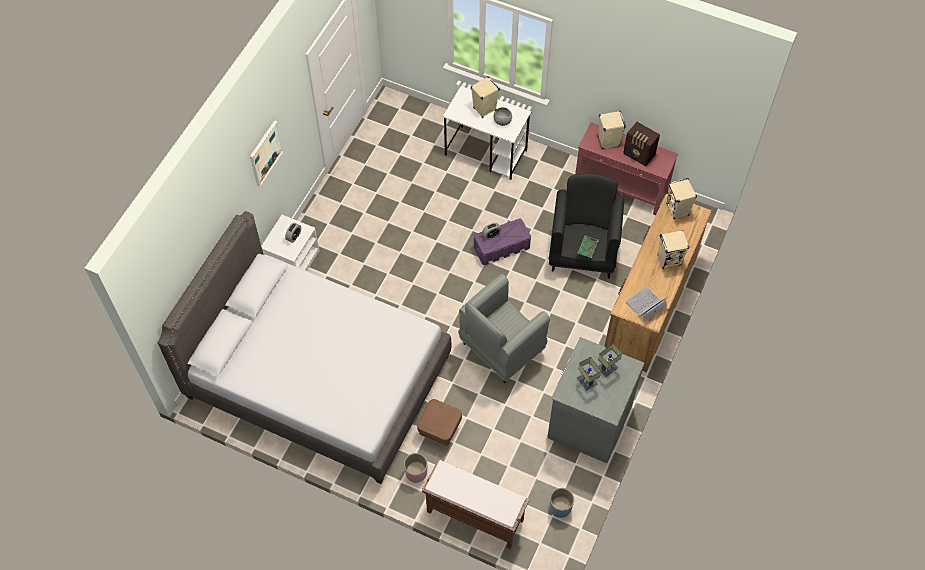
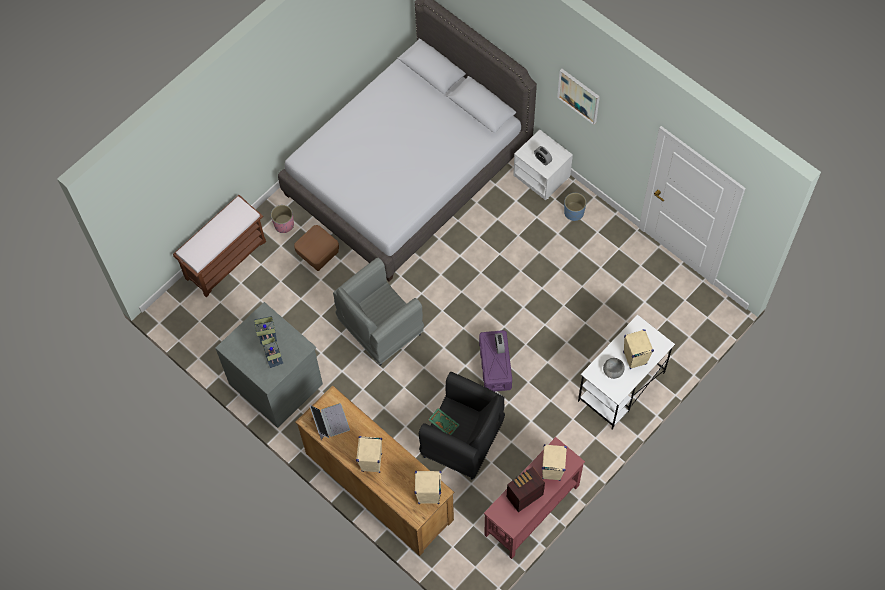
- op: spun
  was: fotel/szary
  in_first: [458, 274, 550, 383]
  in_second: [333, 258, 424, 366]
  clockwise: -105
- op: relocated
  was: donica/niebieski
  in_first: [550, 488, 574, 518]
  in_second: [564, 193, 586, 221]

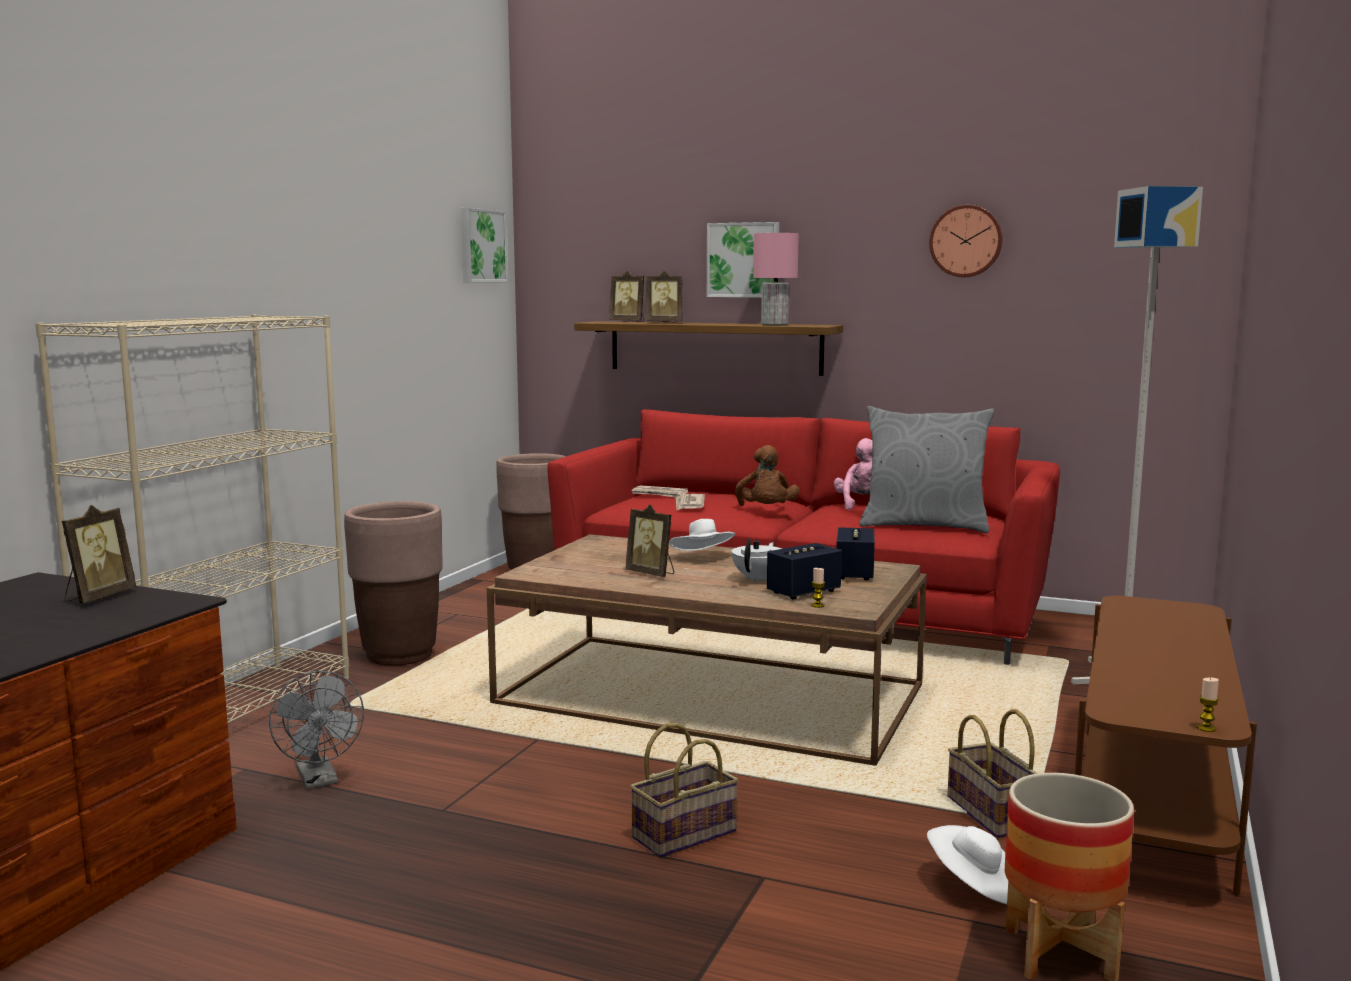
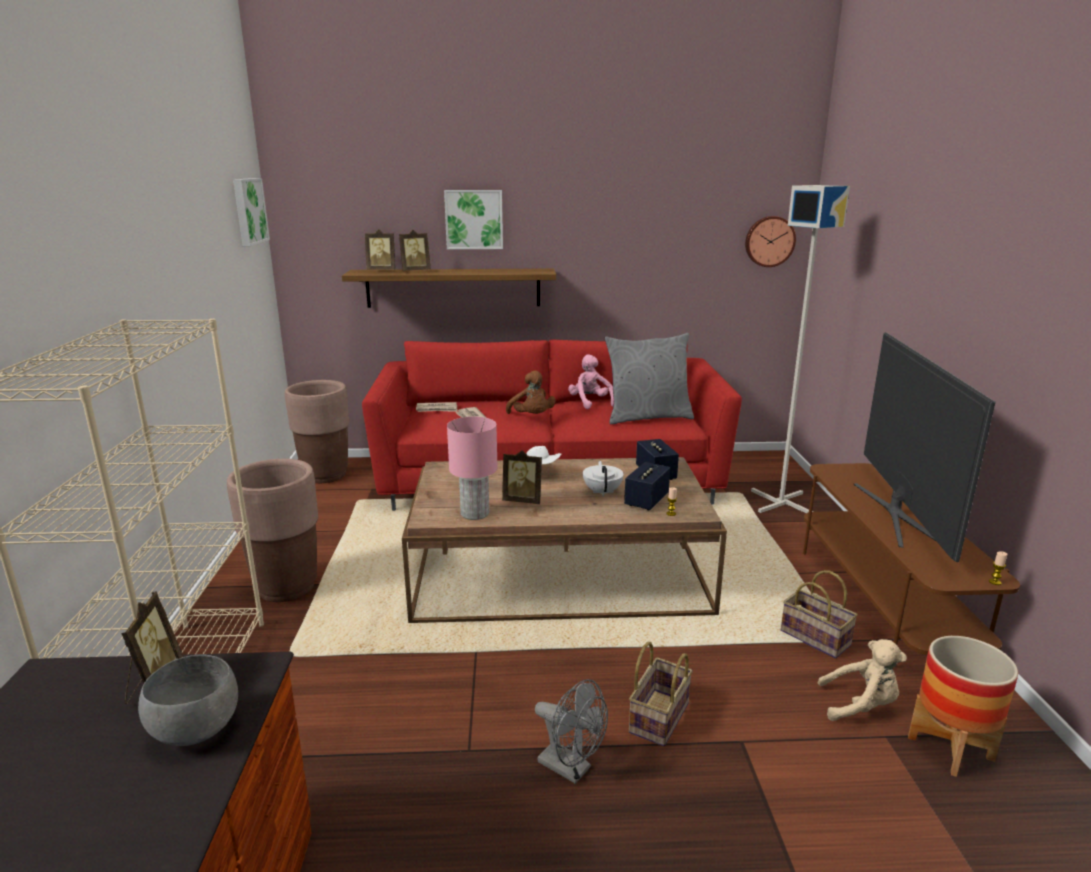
- op: appeared
  now: miska/szary
  in_second: [138, 654, 238, 746]
- op: relocated
  was: lampa stołowa/różowy
  in_first: [753, 233, 799, 325]
  in_second: [447, 417, 498, 520]
- op: relocated
  was: wentylator/szary
  in_first: [269, 671, 364, 789]
  in_second: [535, 679, 608, 784]
- op: relocated
  was: zegar ścienny
  in_first: [929, 205, 1003, 277]
  in_second: [745, 216, 796, 267]
- op: exchanged
  was: kapelusz/biały
  now: pluszak/beżowy
  in_first: [927, 825, 1008, 904]
  in_second: [817, 639, 907, 721]
- op: appeared
  now: telewizor
  in_second: [854, 332, 996, 562]

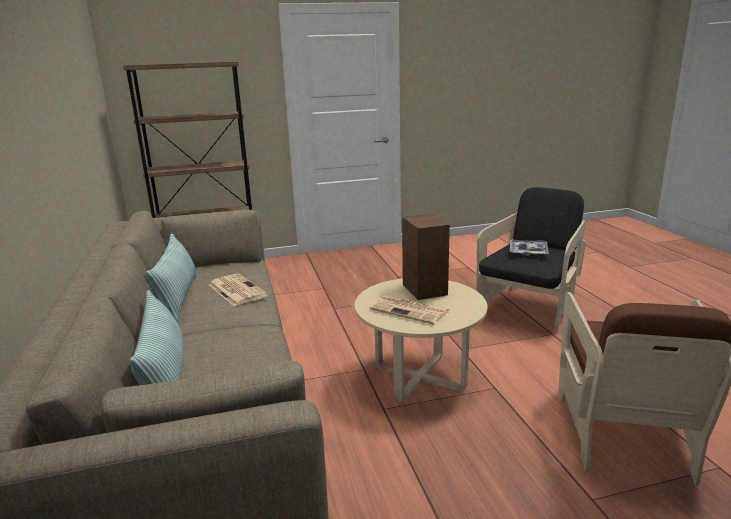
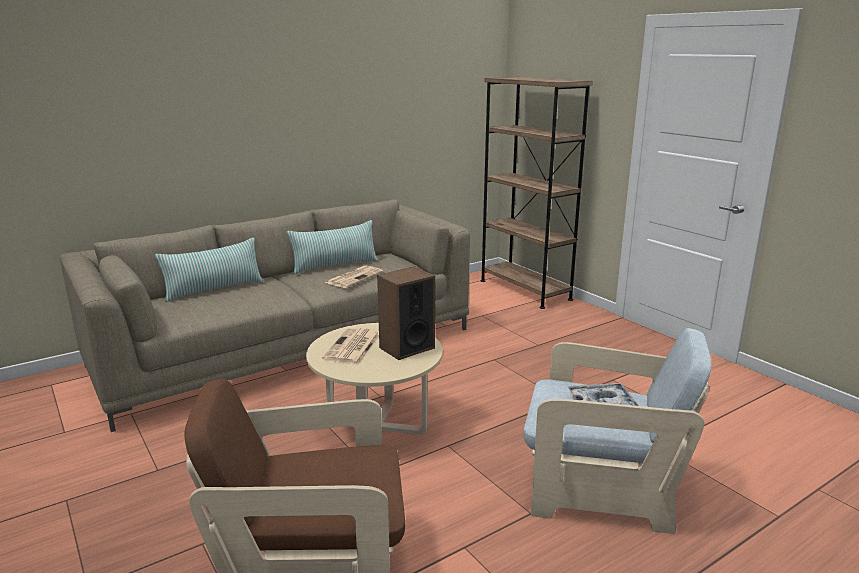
- op: colour
  was: fotel/czarny
  now: fotel/beżowy
  in_first: [476, 187, 586, 334]
  in_second: [524, 328, 712, 534]

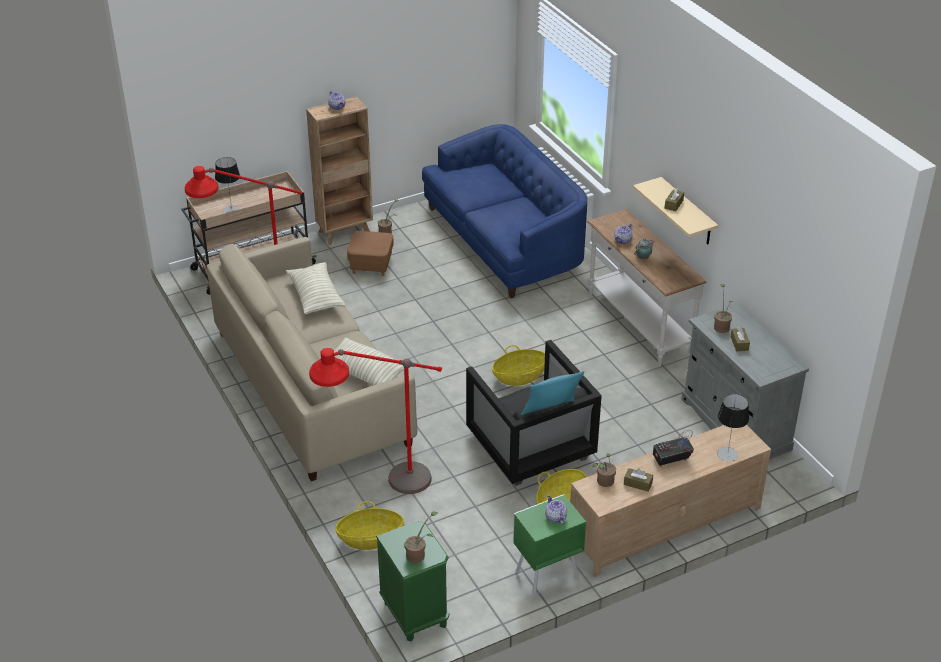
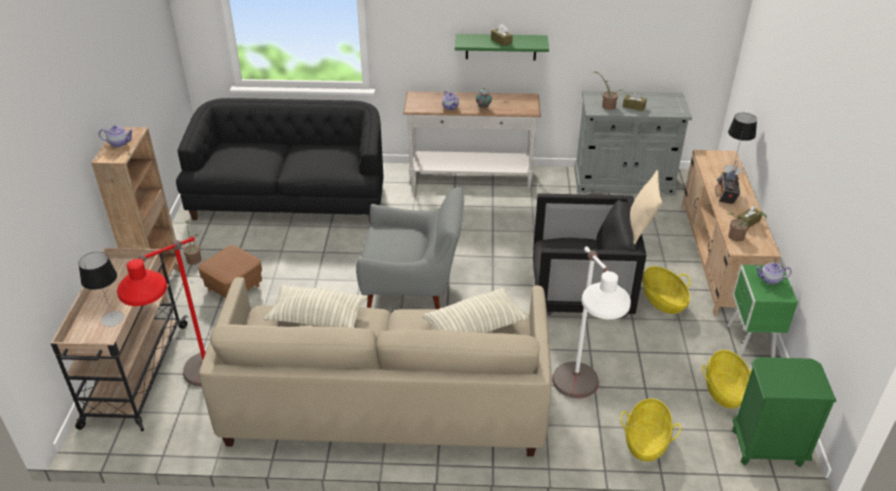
- op: colour
  was: kanapa/niebieski
  now: kanapa/czarny
  in_first: [422, 124, 587, 298]
  in_second: [176, 98, 383, 221]
- op: appeared
  now: fotel/szary
  in_second: [356, 187, 464, 309]
- op: colour
  was: półka/beżowy
  now: półka/zielony
  in_first: [633, 177, 718, 244]
  in_second: [455, 34, 549, 60]
- op: colour
  was: lampa stojąca/czerwony
  now: lampa stojąca/biały
  in_first: [309, 348, 442, 494]
  in_second: [552, 246, 631, 398]
- op: colour
  was: poduszka/turkusowy
  now: poduszka/beżowy
  in_first: [521, 371, 584, 415]
  in_second: [630, 170, 662, 244]
- op: relocated
  was: koszyk
  in_first: [492, 345, 545, 386]
  in_second: [702, 350, 752, 408]
- op: missing
  was: roślina doniczkowa
  in_first: [404, 512, 438, 563]

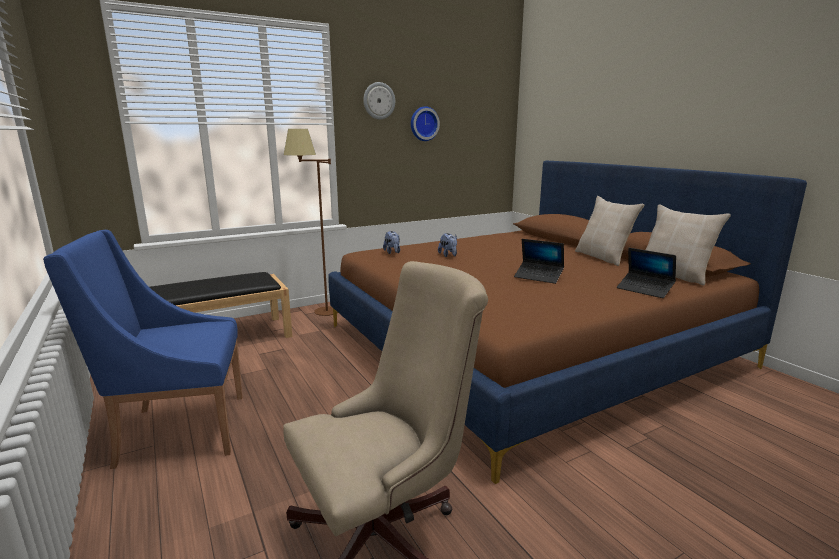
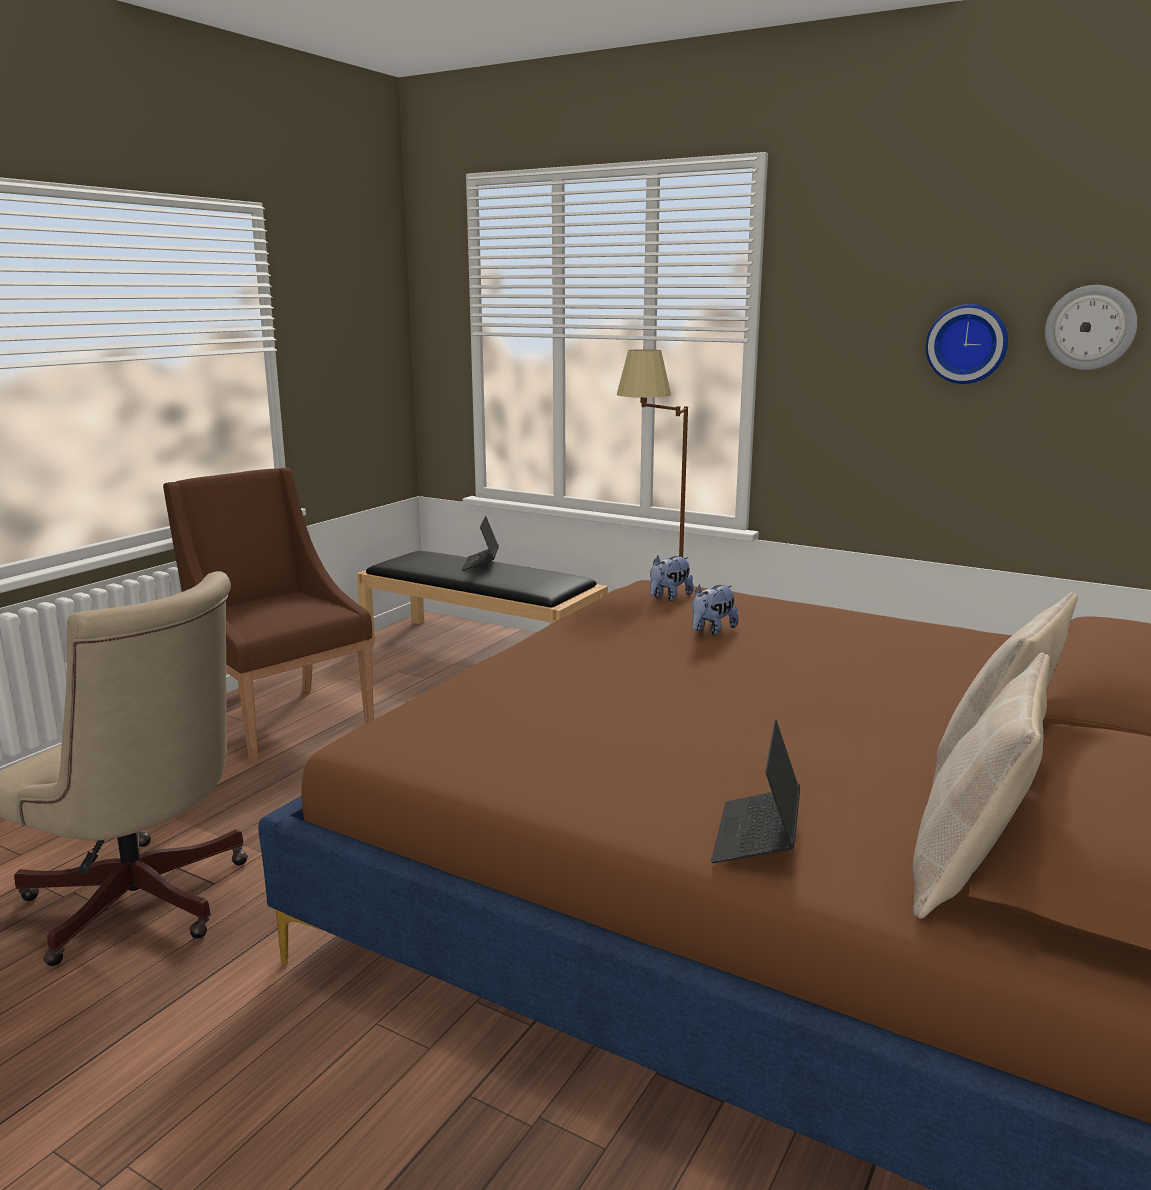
- op: colour
  was: fotel/niebieski
  now: fotel/brązowy
  in_first: [43, 230, 243, 469]
  in_second: [163, 468, 374, 764]
- op: relocated
  was: laptop
  in_first: [514, 239, 564, 284]
  in_second: [462, 516, 499, 571]
- op: relocated
  was: zegar ścienny
  in_first: [363, 82, 395, 119]
  in_second: [1045, 285, 1137, 370]

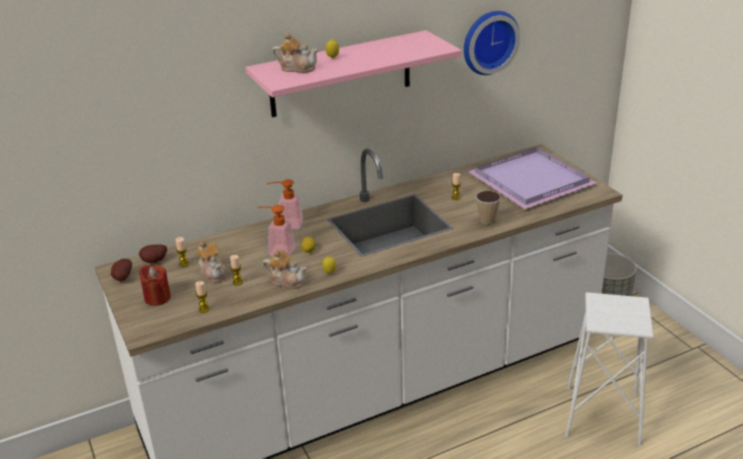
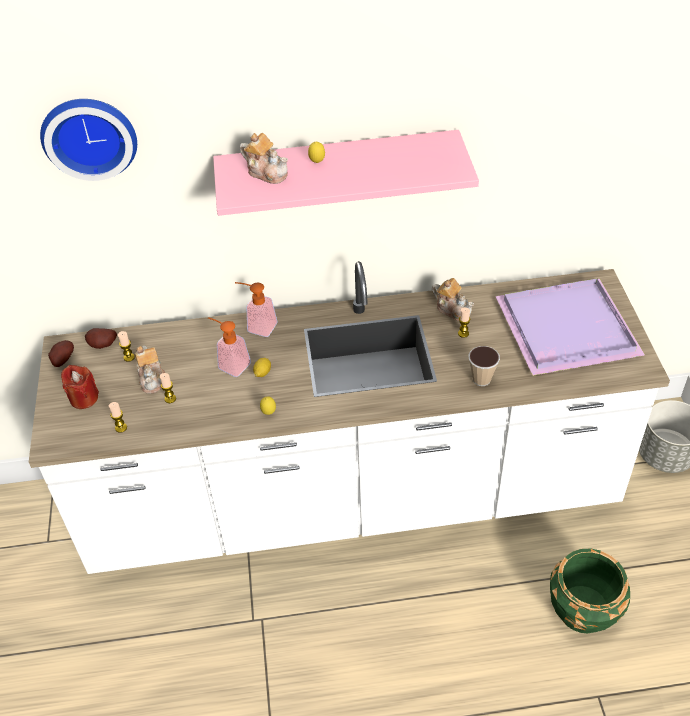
- op: relocated
  was: zegar ścienny
  in_first: [464, 11, 520, 75]
  in_second: [40, 99, 137, 181]
- op: relocated
  was: imbryk
  in_first: [263, 249, 307, 289]
  in_second: [432, 278, 474, 321]
- op: exchanged
  was: stołek/biały
  now: donica/zielony
  in_first: [565, 292, 654, 446]
  in_second: [550, 548, 630, 633]

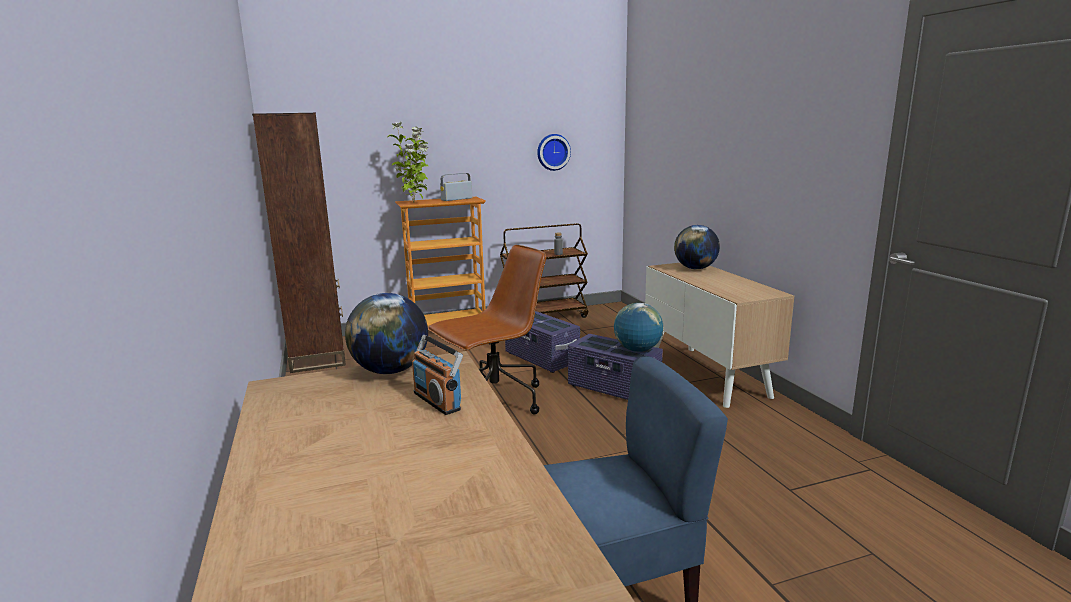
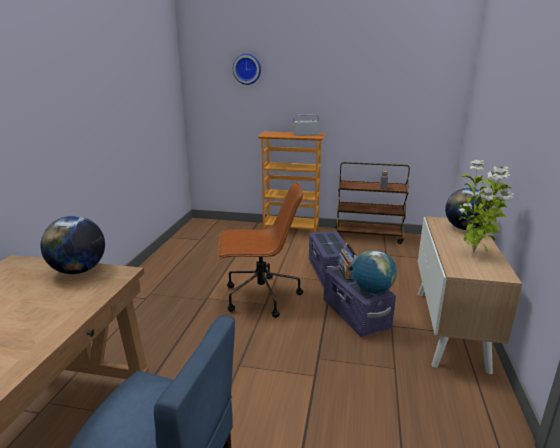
- op: relocated
  was: zegar ścienny
  in_first: [537, 134, 571, 171]
  in_second: [233, 54, 261, 85]
- op: relocated
  was: radio
  in_first: [412, 335, 463, 415]
  in_second: [338, 243, 357, 280]
- op: relocated
  was: roślina doniczkowa
  in_first: [387, 122, 429, 203]
  in_second: [457, 160, 514, 253]
- op: missing
  was: regał/brązowy
  in_first: [252, 113, 346, 373]

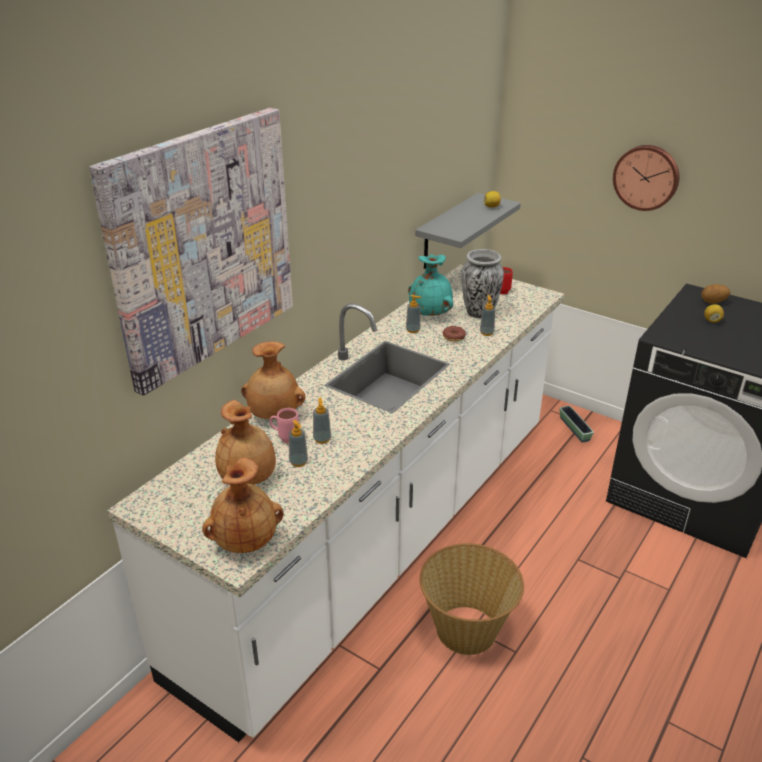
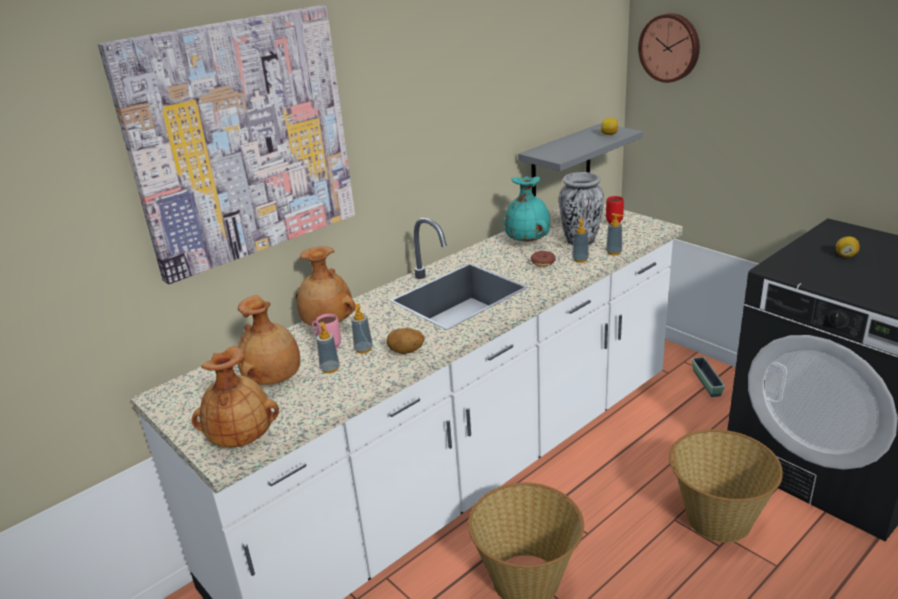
- op: relocated
  was: ziemniak
  in_first: [701, 284, 730, 304]
  in_second: [386, 328, 425, 354]
- op: relocated
  was: dozownik mydła
  in_first: [406, 295, 421, 333]
  in_second: [606, 213, 624, 255]
- op: relocated
  was: zegar ścienny
  in_first: [613, 145, 679, 211]
  in_second: [638, 13, 700, 83]
- op: appeared
  now: koszyk
  in_second: [669, 429, 783, 542]

